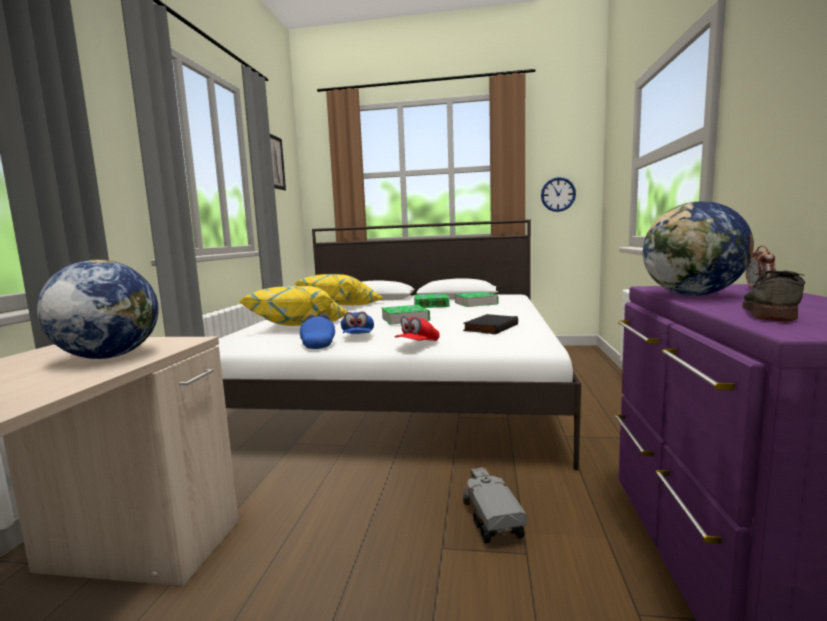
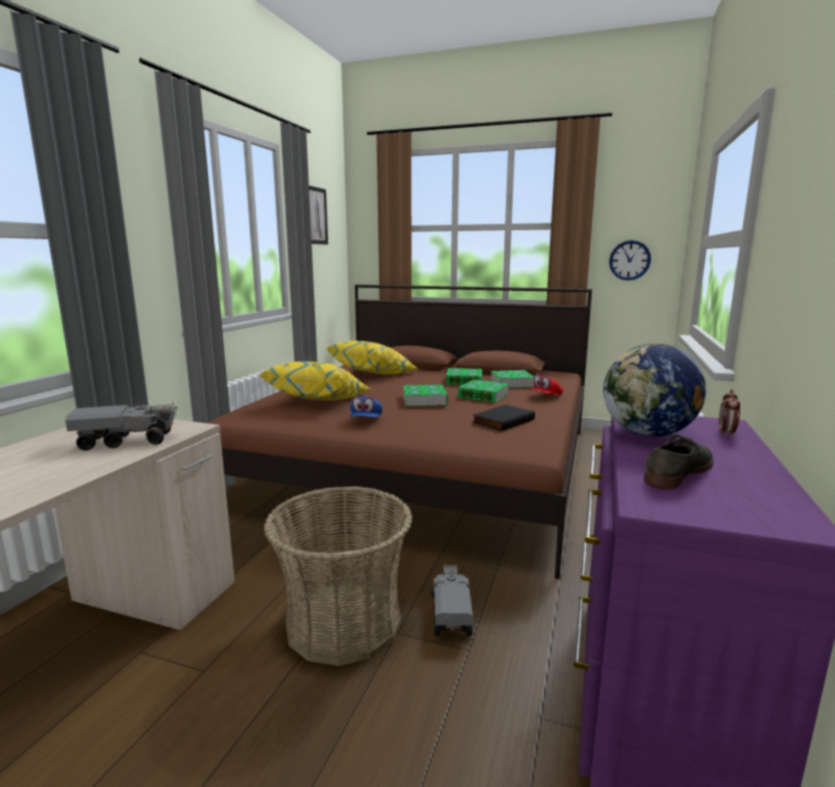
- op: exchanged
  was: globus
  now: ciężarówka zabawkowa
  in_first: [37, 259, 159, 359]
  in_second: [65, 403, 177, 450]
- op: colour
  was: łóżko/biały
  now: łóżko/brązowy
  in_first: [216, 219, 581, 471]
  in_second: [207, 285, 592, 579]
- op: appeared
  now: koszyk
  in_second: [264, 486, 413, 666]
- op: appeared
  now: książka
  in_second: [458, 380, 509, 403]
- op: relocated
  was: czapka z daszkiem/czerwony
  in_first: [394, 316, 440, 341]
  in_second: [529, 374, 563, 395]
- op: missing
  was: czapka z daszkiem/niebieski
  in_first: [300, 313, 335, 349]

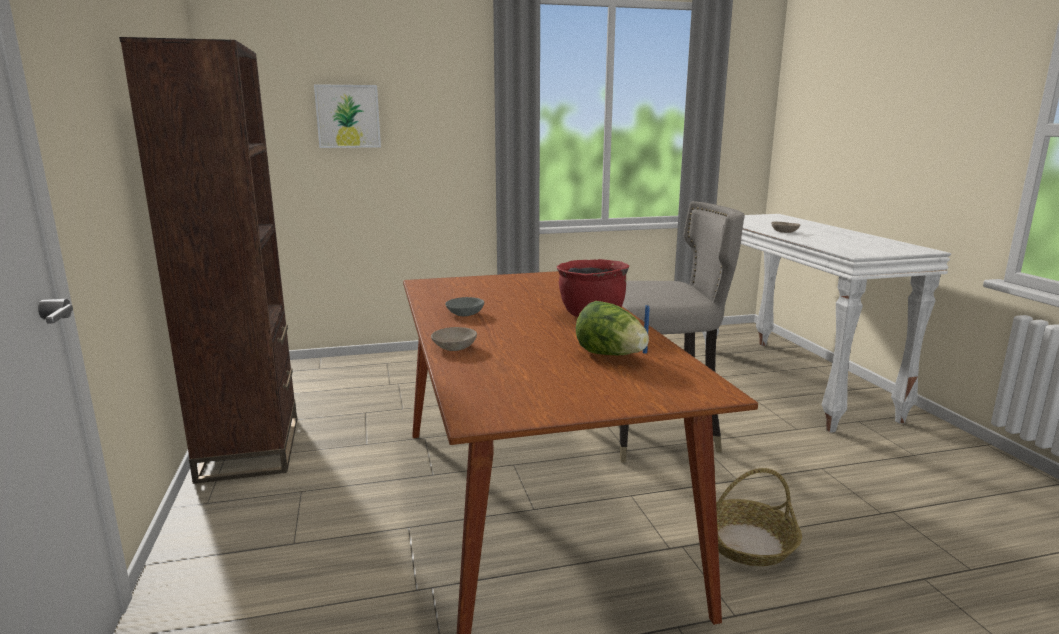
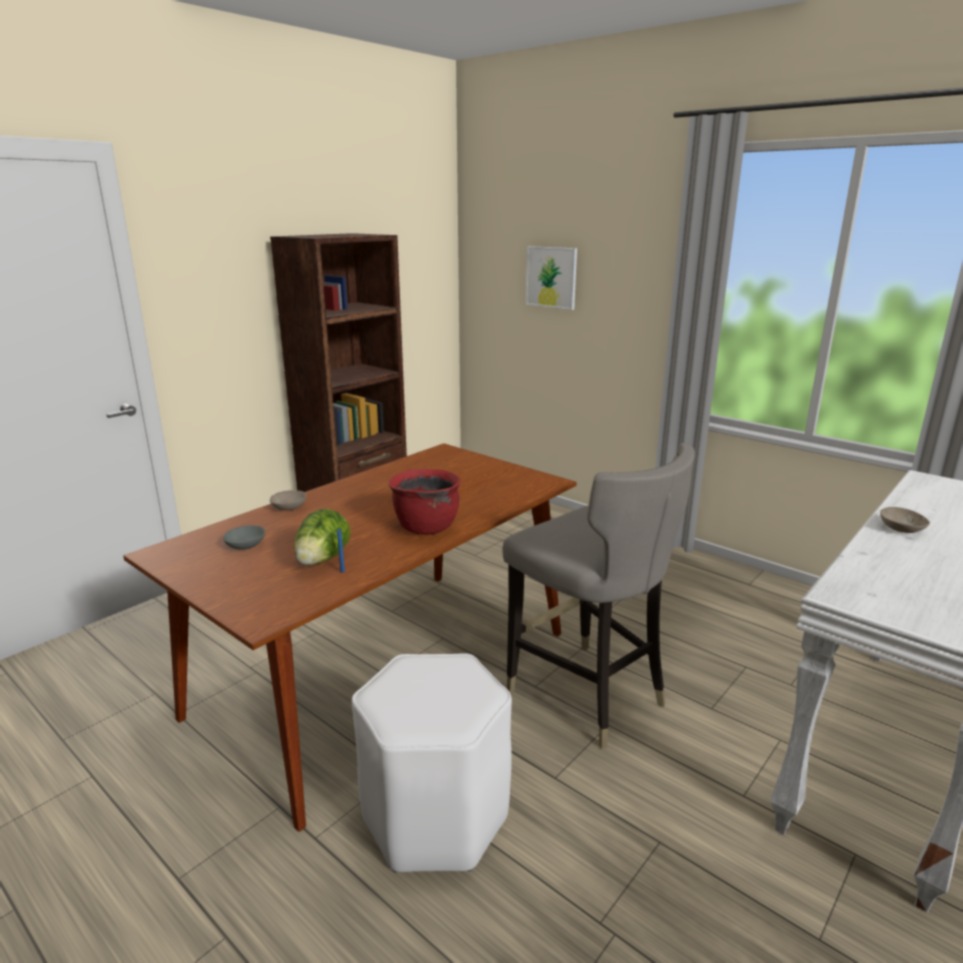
- op: relocated
  was: miska/szary
  in_first: [445, 297, 484, 316]
  in_second: [223, 525, 265, 550]
- op: exchanged
  was: koszyk
  now: stołek/biały
  in_first: [716, 468, 802, 566]
  in_second: [352, 653, 512, 873]

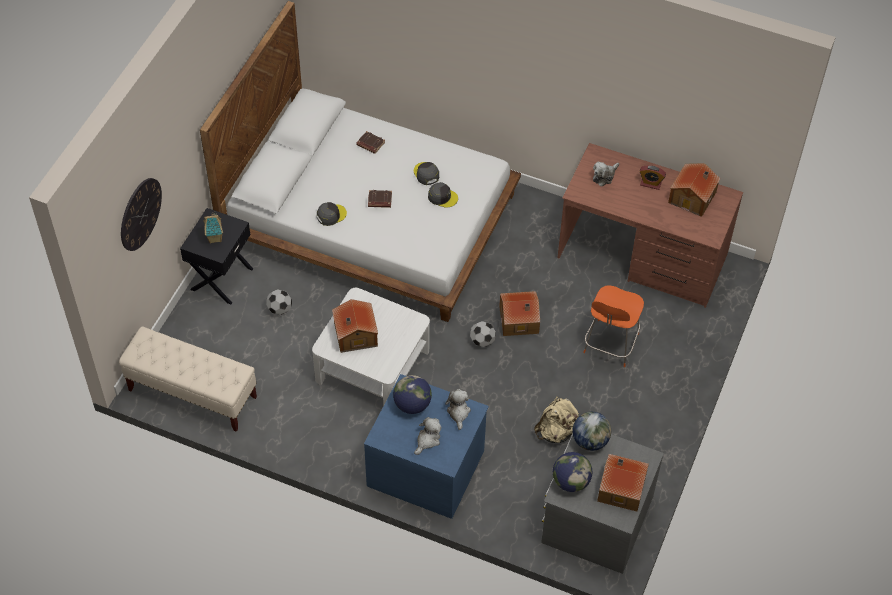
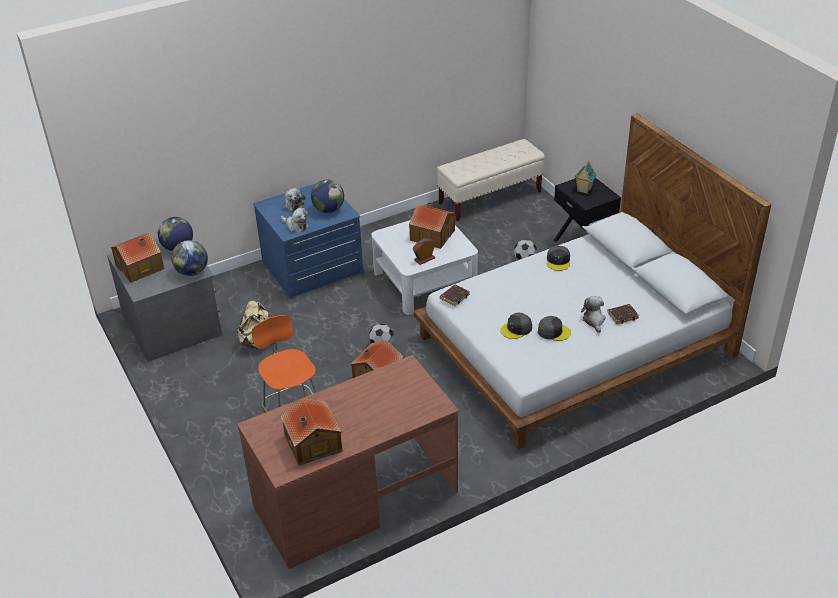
- op: relocated
  was: budzik
  in_first: [640, 166, 666, 190]
  in_second: [413, 238, 436, 265]
- op: relocated
  was: książka/brązowy
  in_first: [368, 190, 392, 208]
  in_second: [440, 284, 470, 306]
- op: relocated
  was: pluszak
  in_first: [593, 162, 619, 187]
  in_second: [581, 296, 605, 333]
- op: missing
  was: zegar ścienny
  in_first: [121, 178, 162, 251]

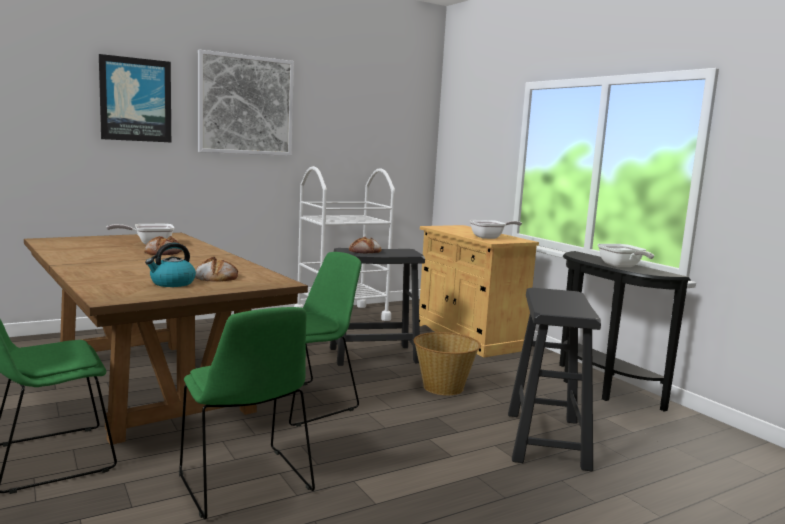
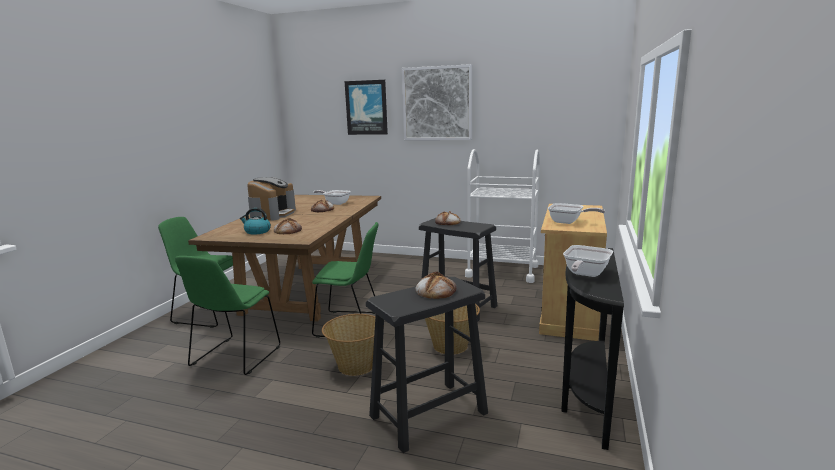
- op: appeared
  now: ekspres do kawy
  in_second: [247, 177, 296, 221]
- op: appeared
  now: koszyk
  in_second: [322, 314, 375, 376]
- op: appeared
  now: chleb
  in_second: [416, 271, 456, 299]

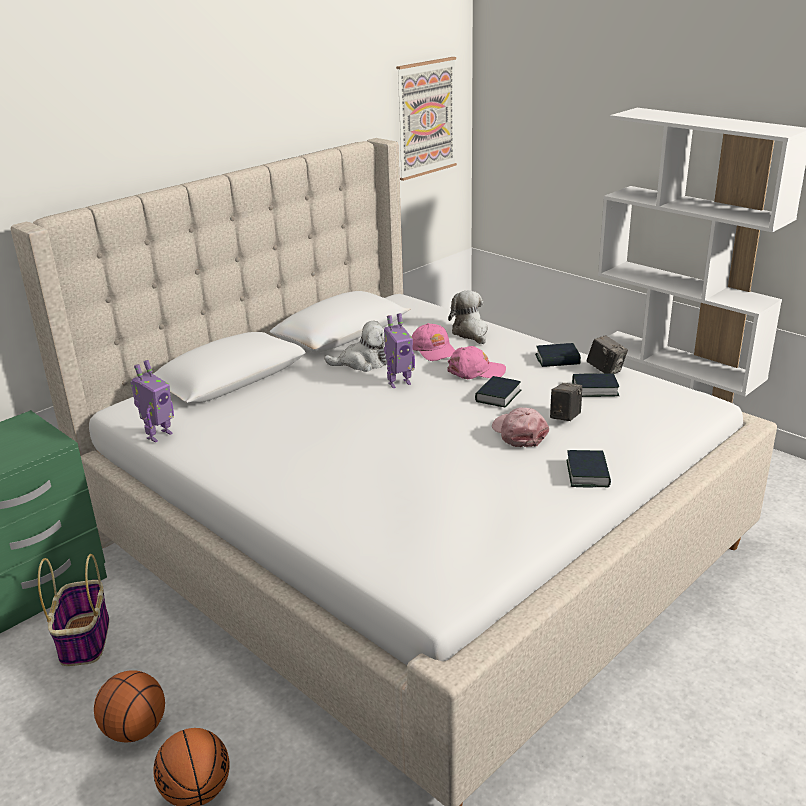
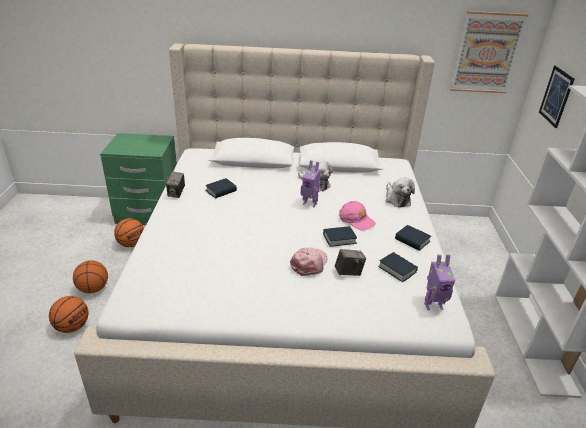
- op: exchanged
  was: koszyk
  now: piłka do koszykówki
  in_first: [38, 554, 109, 666]
  in_second: [114, 218, 144, 247]
- op: relocated
  was: aparat fotograficzny
  in_first: [587, 335, 628, 374]
  in_second: [166, 172, 185, 198]
- op: relocated
  was: książka
  in_first: [566, 450, 611, 488]
  in_second: [205, 178, 237, 199]
- op: spun
  was: pluszak
  in_first: [448, 290, 488, 344]
  in_second: [386, 178, 415, 208]
  clockwise: 135
- op: relocated
  was: robot zabawkowy
  in_first: [131, 360, 174, 443]
  in_second: [424, 254, 455, 310]
- op: appeared
  now: obraz
  in_second: [539, 66, 574, 128]
- op: missing
  was: czapka z daszkiem/różowy
  in_first: [411, 323, 455, 361]

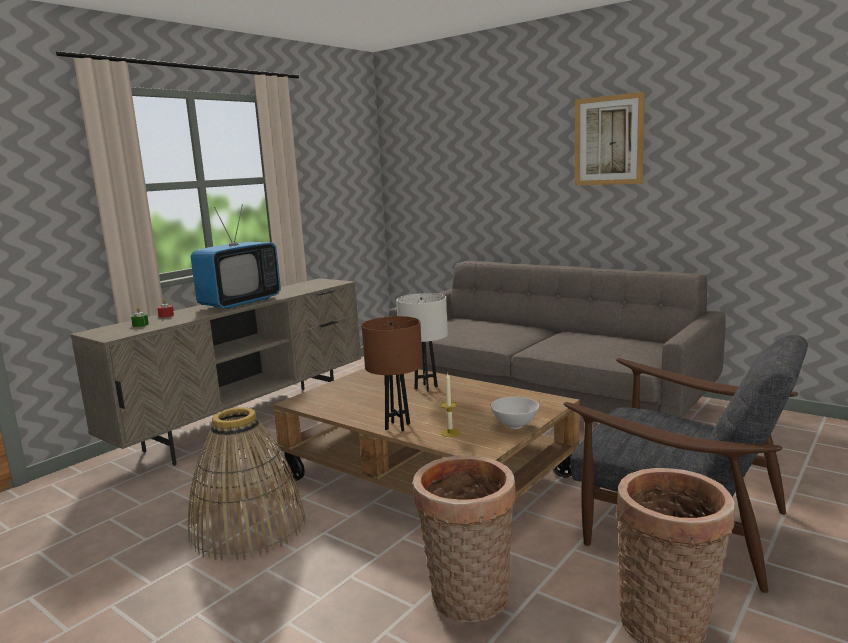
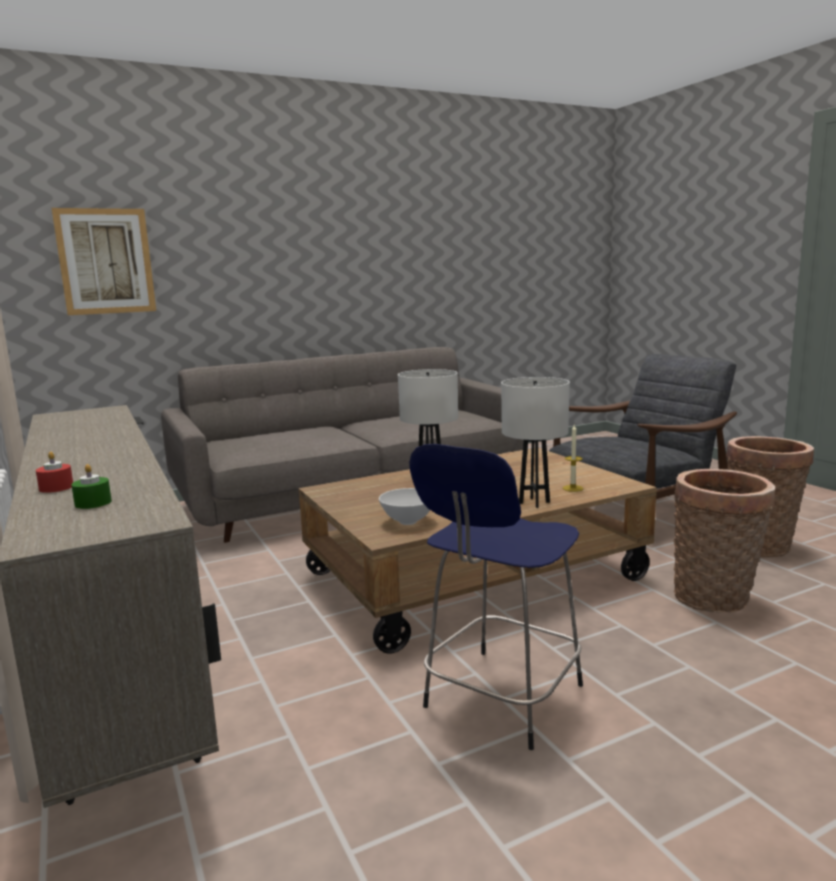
- op: relocated
  was: obraz
  in_first: [575, 92, 645, 185]
  in_second: [52, 208, 156, 315]
- op: relocated
  was: miska/biały
  in_first: [491, 397, 539, 429]
  in_second: [379, 488, 430, 525]
- op: exchanged
  was: koszyk
  now: stołek/niebieski
  in_first: [188, 407, 306, 561]
  in_second: [409, 444, 583, 750]
- op: colour
  was: lampa stołowa/brązowy
  now: lampa stołowa/biały
  in_first: [361, 316, 422, 431]
  in_second: [501, 377, 570, 508]
- op: missing
  was: telewizor
  in_first: [191, 204, 281, 309]

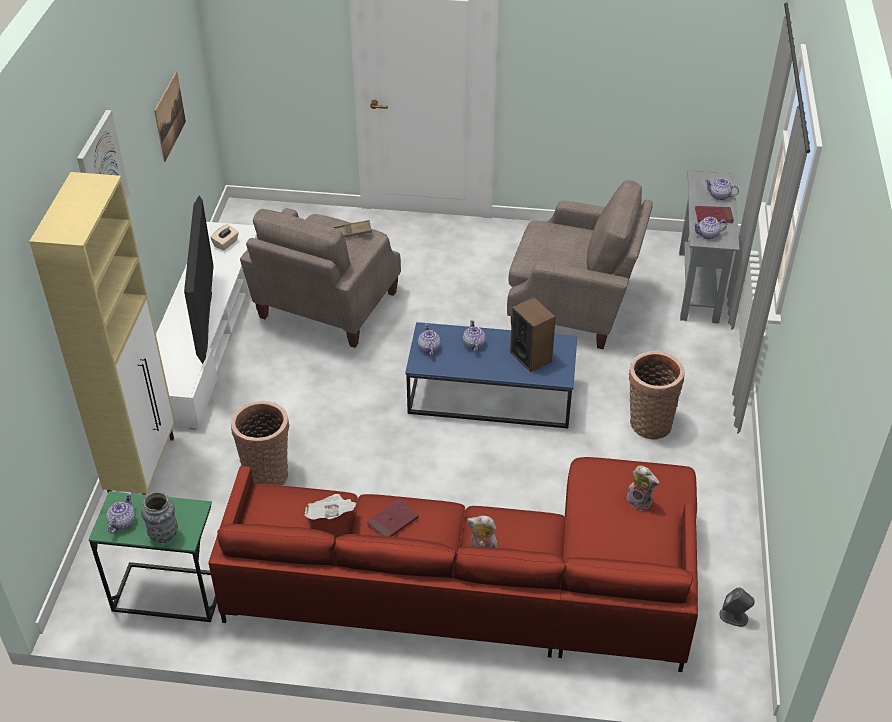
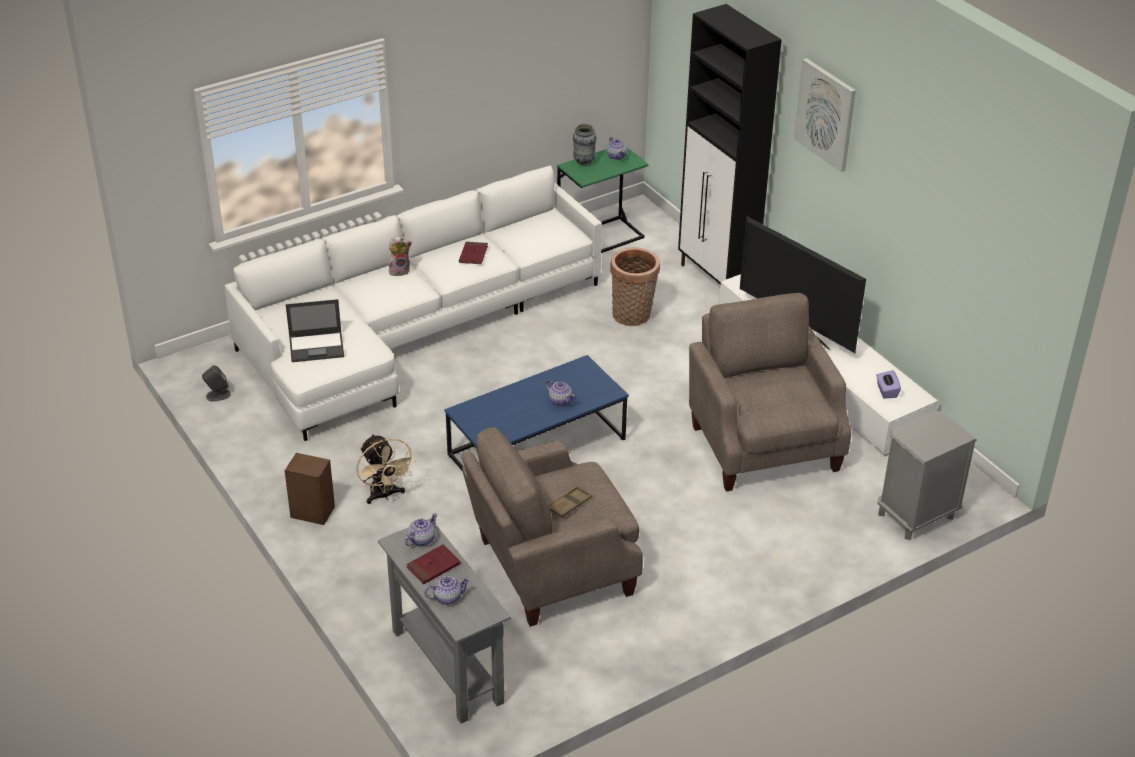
- op: colour
  was: kanapa/czerwony
  now: kanapa/biały
  in_first: [208, 457, 698, 672]
  in_second: [225, 165, 602, 441]
- op: relocated
  was: głośnik
  in_first: [510, 297, 556, 372]
  in_second: [285, 453, 335, 525]
- op: exchanged
  was: pluszak
  now: laptop
  in_first: [626, 466, 660, 511]
  in_second: [286, 299, 344, 362]
- op: exchanged
  was: koszyk
  now: wentylator/beżowy
  in_first: [629, 351, 684, 440]
  in_second: [356, 434, 416, 504]
- op: relocated
  was: taca/brązowy
  in_first: [333, 220, 372, 237]
  in_second: [548, 486, 592, 517]
- op: colour
  was: szafka/beżowy
  now: szafka/czarny
  in_first: [29, 172, 175, 495]
  in_second: [678, 4, 782, 285]
- op: colour
  was: pudełko chusteczek/beżowy
  now: pudełko chusteczek/fioletowy
  in_first: [210, 224, 239, 251]
  in_second: [876, 370, 901, 399]
- op: appeared
  now: szafka nocna/szary
  in_second: [877, 411, 977, 540]
- op: missing
  was: obraz
  in_first: [154, 71, 186, 162]
- op: missing
  was: gazeta
  in_first: [304, 494, 357, 520]
- op: missing
  was: imbryk
  in_first: [418, 323, 441, 356]

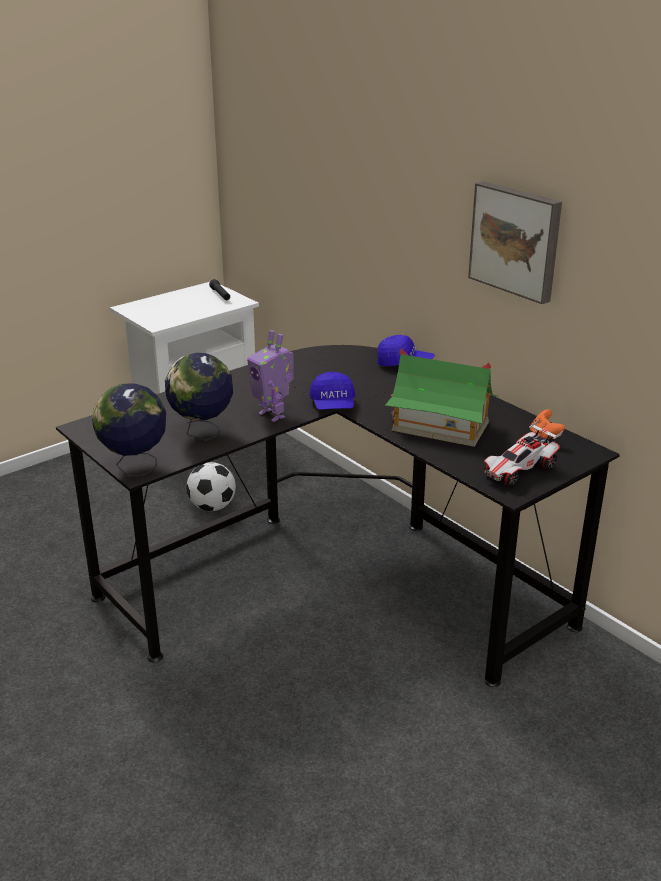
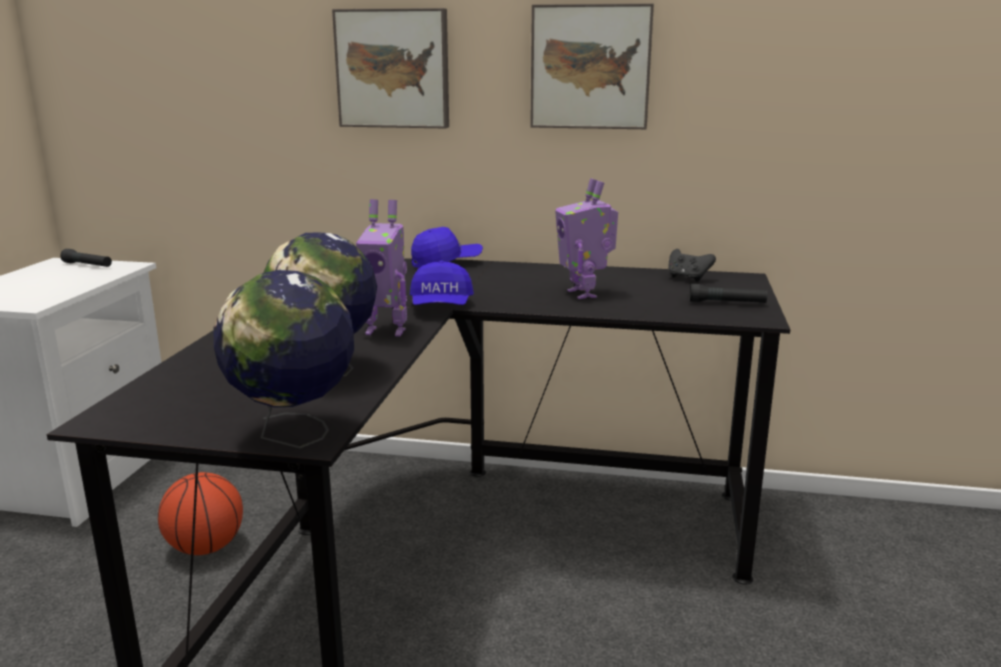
- op: exchanged
  was: piłka futbolowa
  now: piłka do koszykówki
  in_first: [186, 462, 236, 511]
  in_second: [158, 472, 243, 555]
- op: appeared
  now: obraz
  in_second: [332, 8, 449, 129]
- op: spun
  was: czapka z daszkiem/niebieski
  in_first: [309, 372, 355, 410]
  in_second: [410, 261, 474, 305]
  clockwise: 45
- op: exchanged
  was: domek
  now: robot zabawkowy
  in_first: [385, 348, 499, 447]
  in_second: [555, 178, 618, 299]
- op: colour
  was: pad do gier/pomarańczowy
  now: pad do gier/czarny
  in_first: [530, 409, 565, 440]
  in_second: [668, 249, 716, 282]
- op: exchanged
  was: samochodzik
  now: latarka/czarny
  in_first: [484, 420, 563, 486]
  in_second: [689, 284, 767, 303]

